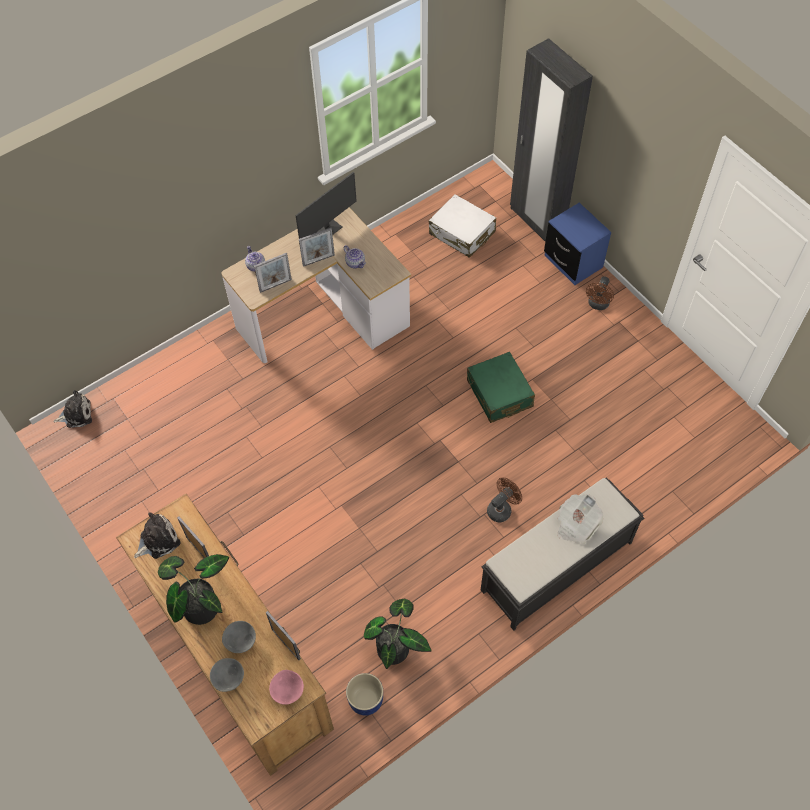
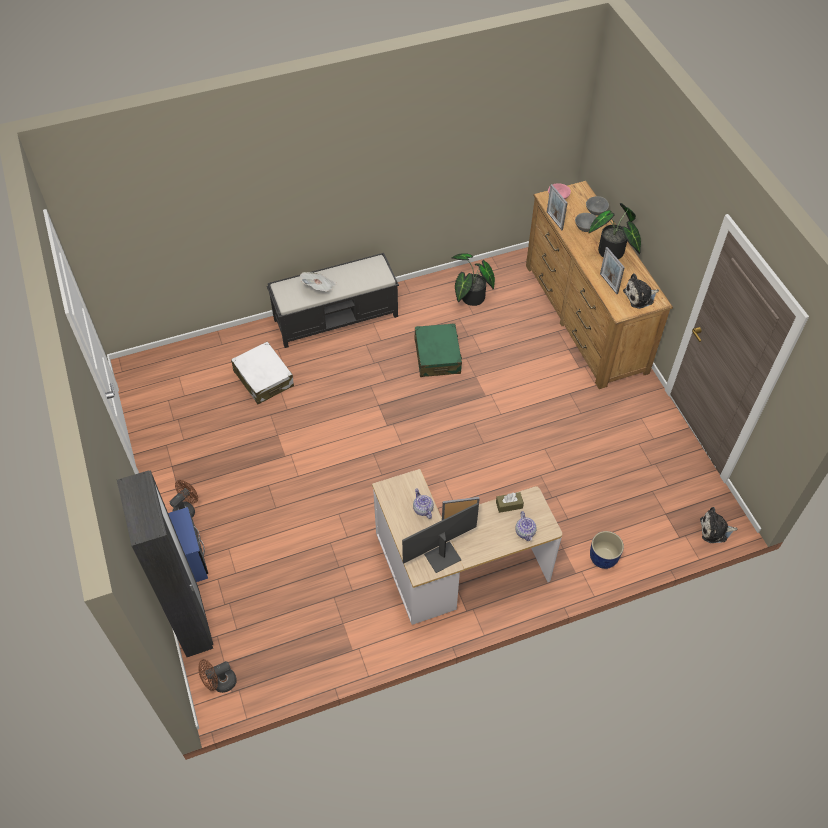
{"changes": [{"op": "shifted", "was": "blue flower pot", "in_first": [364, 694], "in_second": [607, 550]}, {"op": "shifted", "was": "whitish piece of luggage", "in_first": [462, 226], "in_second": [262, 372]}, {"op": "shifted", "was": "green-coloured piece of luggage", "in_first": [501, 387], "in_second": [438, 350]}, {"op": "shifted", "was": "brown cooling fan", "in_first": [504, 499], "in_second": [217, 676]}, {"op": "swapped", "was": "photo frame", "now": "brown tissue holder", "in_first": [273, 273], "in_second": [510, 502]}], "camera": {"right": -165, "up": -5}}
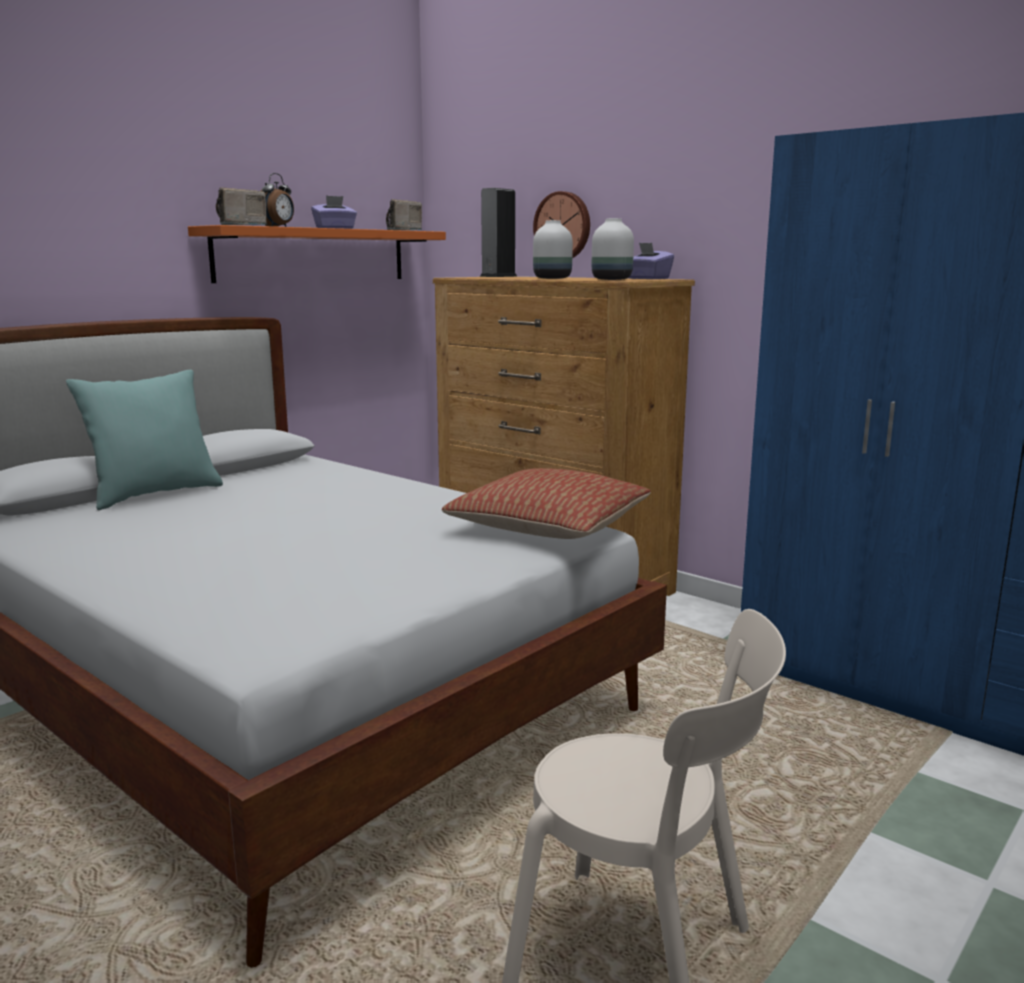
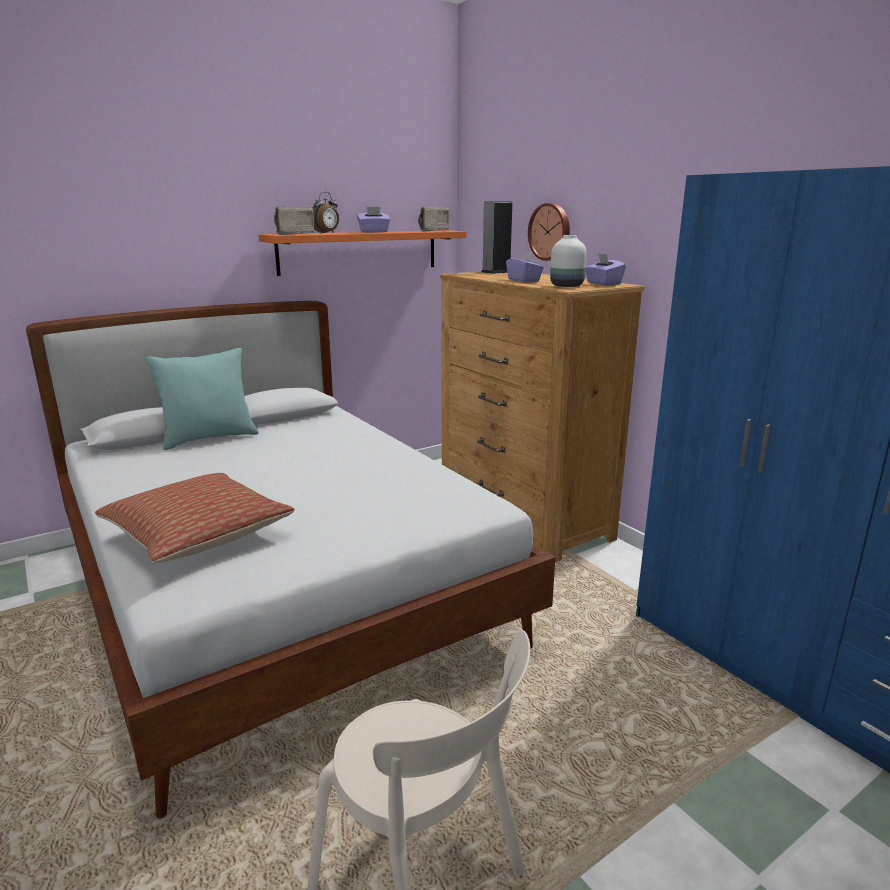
{"changes": [{"op": "shifted", "was": "pillow", "in_first": [546, 503], "in_second": [195, 518]}, {"op": "swapped", "was": "whitish flower vase", "now": "purplish tissue holder", "in_first": [553, 249], "in_second": [525, 266]}], "camera": {"right": 15, "up": 5}}
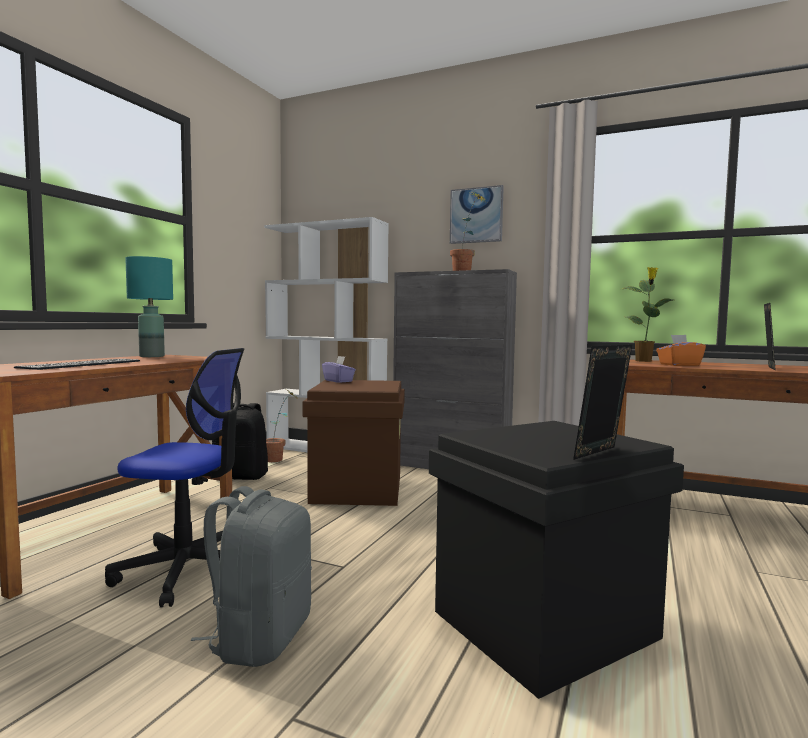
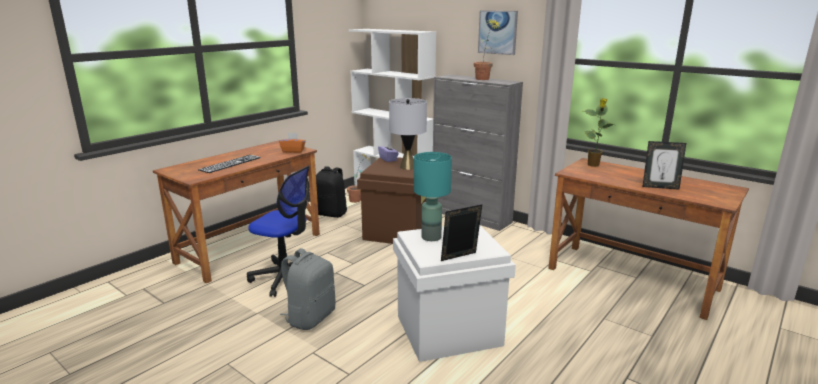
{"changes": [{"op": "new", "now": "gray tabletop lamp", "in_second": [408, 134]}, {"op": "shifted", "was": "blue-green tabletop lamp", "in_first": [149, 306], "in_second": [433, 196]}, {"op": "shifted", "was": "orange tissue holder", "in_first": [681, 350], "in_second": [292, 143]}, {"op": "repainted", "was": "black-coloured storage box", "now": "whitish storage box", "in_first": [556, 560], "in_second": [454, 294]}, {"op": "rotated", "was": "photo frame", "in_first": [770, 337], "in_second": [664, 165], "clockwise": 60}], "camera": {"right": 15, "up": 15}}
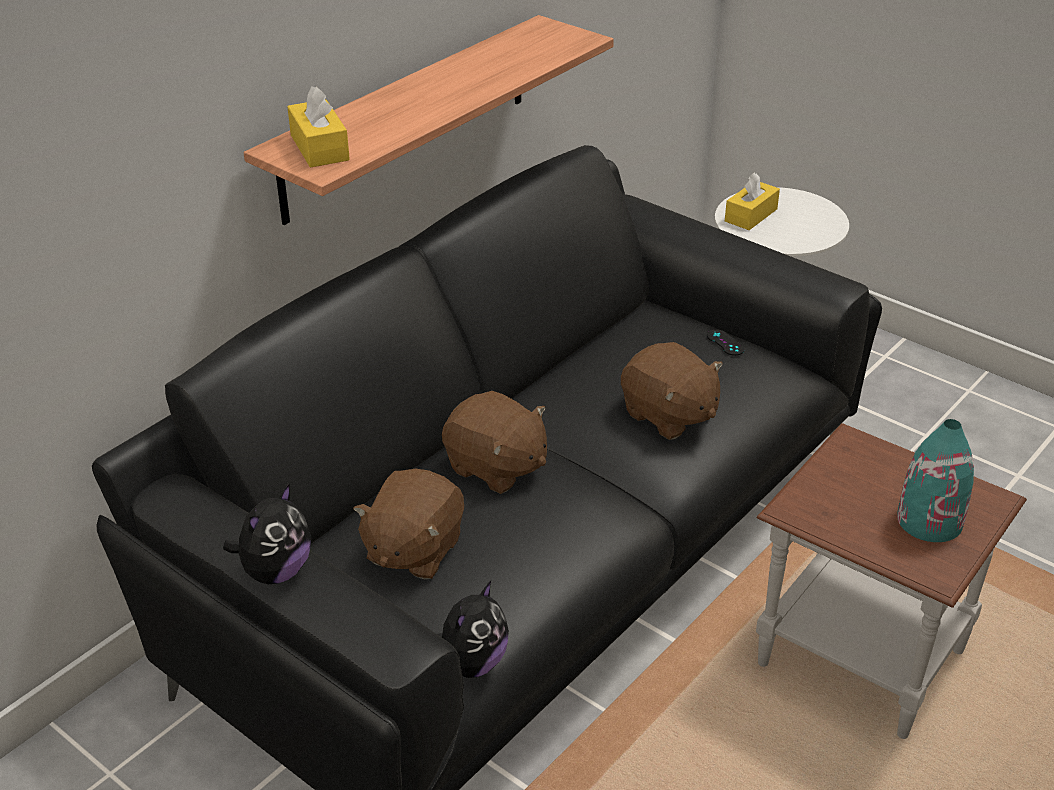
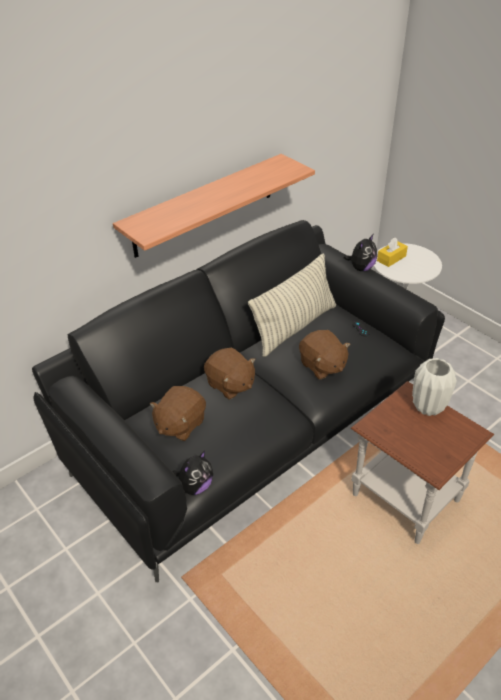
{"changes": [{"op": "gone", "was": "yellow-coloured tissue holder", "in_first": [318, 127]}, {"op": "gone", "was": "blue-green flower vase", "in_first": [935, 480]}, {"op": "new", "now": "pillow", "in_second": [292, 305]}, {"op": "new", "now": "whitish flower vase", "in_second": [434, 387]}, {"op": "shifted", "was": "soft toy", "in_first": [267, 533], "in_second": [360, 253]}], "camera": {"right": 10, "up": 5}}
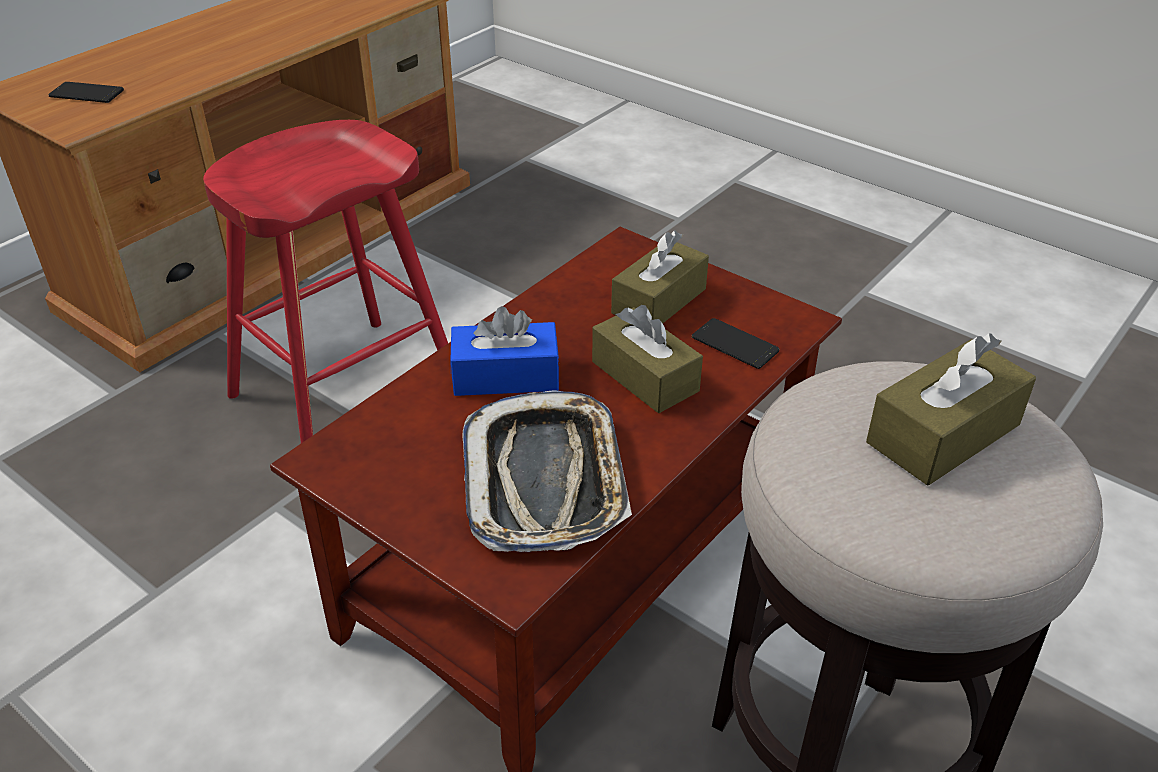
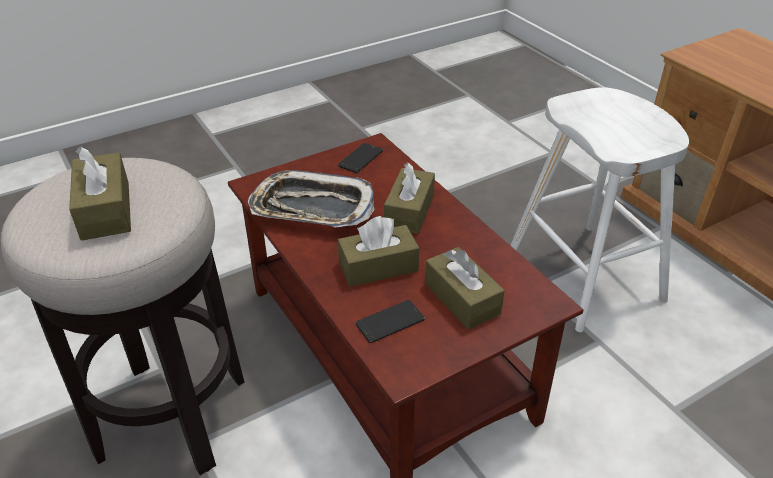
{"changes": [{"op": "shifted", "was": "handset", "in_first": [86, 92], "in_second": [360, 158]}, {"op": "repainted", "was": "red sitting stool", "now": "whitish sitting stool", "in_first": [325, 281], "in_second": [599, 209]}, {"op": "repainted", "was": "blue tissue holder", "now": "brown tissue holder", "in_first": [504, 351], "in_second": [409, 198]}], "camera": {"right": 110, "up": 0}}
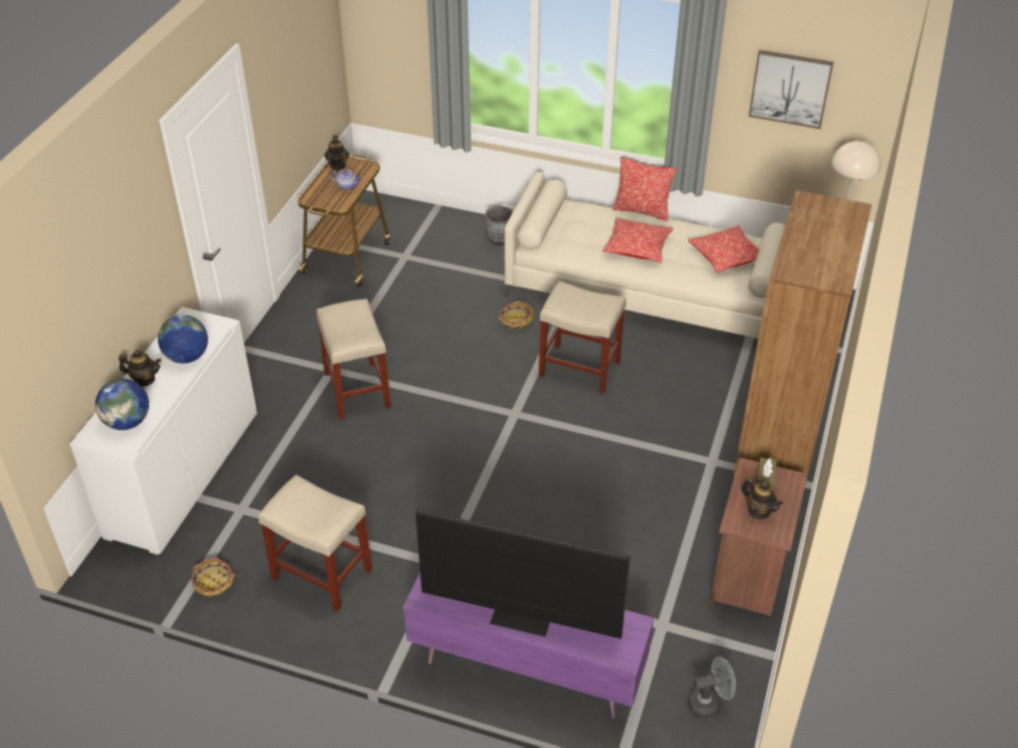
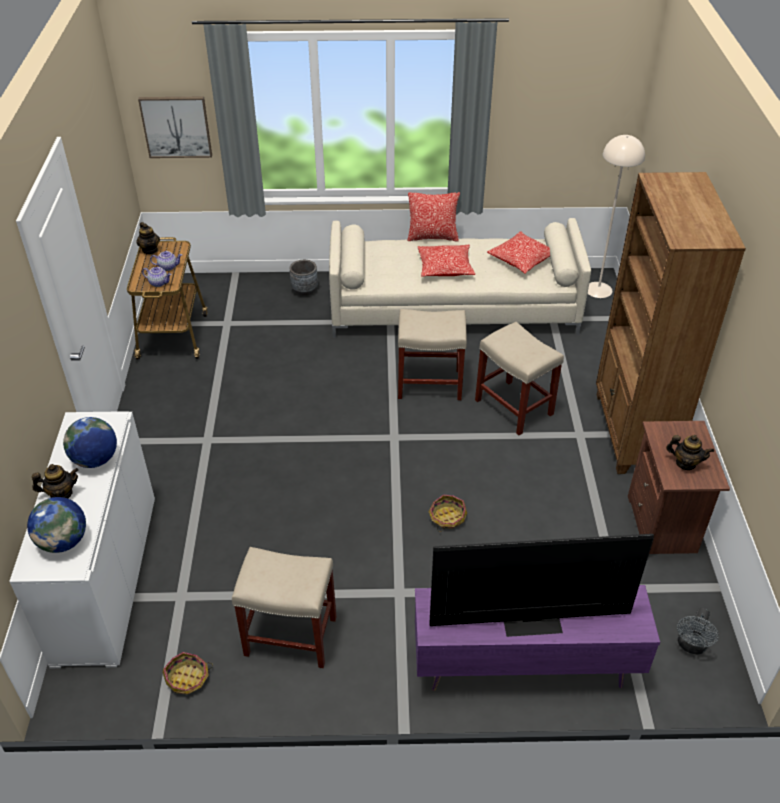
{"changes": [{"op": "gone", "was": "brown tissue holder", "in_first": [766, 472]}, {"op": "new", "now": "tea pot", "in_second": [156, 277]}, {"op": "shifted", "was": "sand-coloured sitting stool", "in_first": [353, 359], "in_second": [519, 378]}, {"op": "shifted", "was": "basket", "in_first": [516, 315], "in_second": [447, 513]}, {"op": "shifted", "was": "wall picture", "in_first": [791, 89], "in_second": [175, 127]}, {"op": "rotated", "was": "gray cooling fan", "in_first": [712, 687], "in_second": [697, 631], "clockwise": 150}], "camera": {"right": -20, "up": 0}}
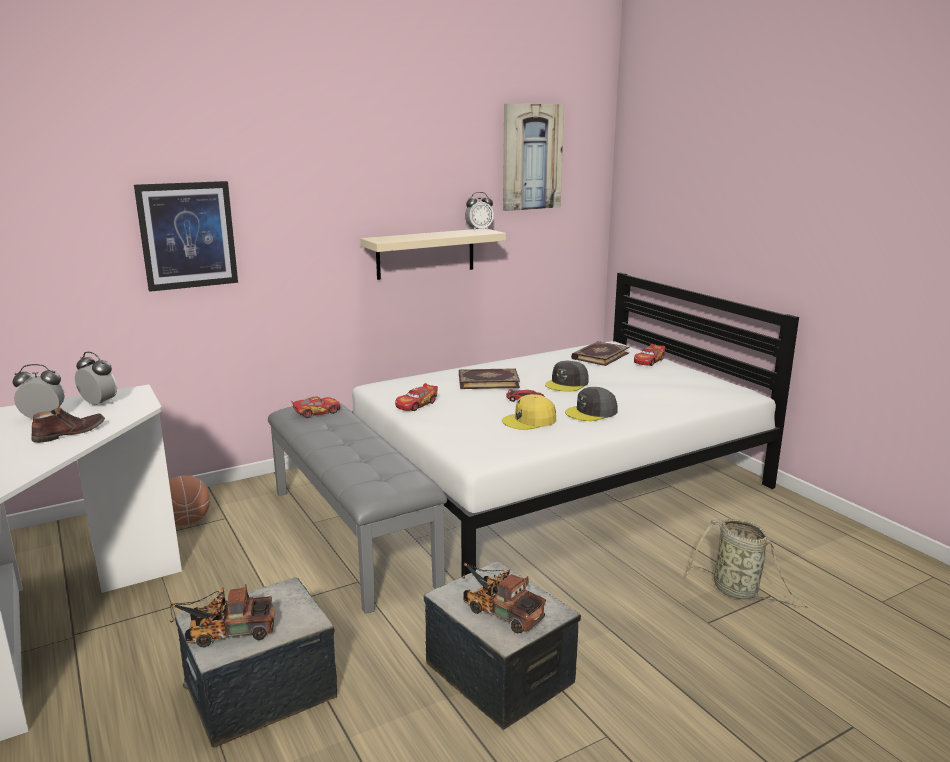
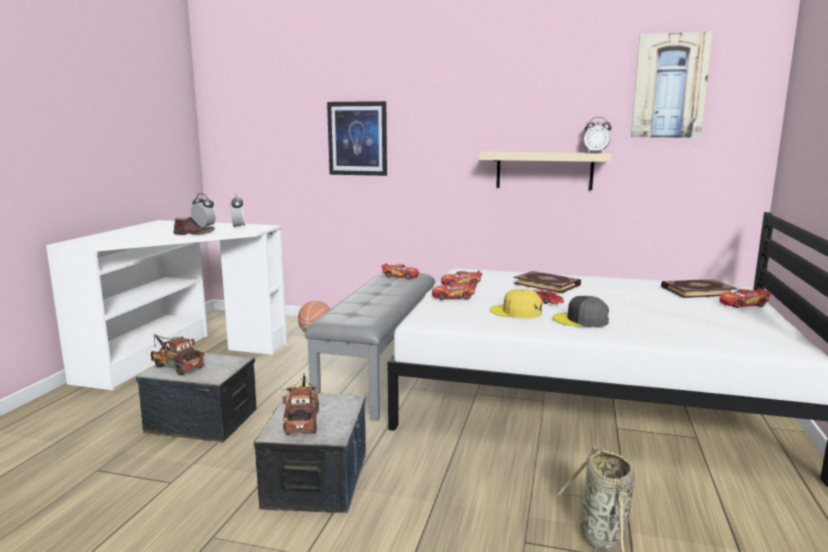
{"changes": [{"op": "gone", "was": "gray baseball cap", "in_first": [566, 376]}, {"op": "new", "now": "miniature car", "in_second": [454, 291]}], "camera": {"right": 45, "up": -5}}
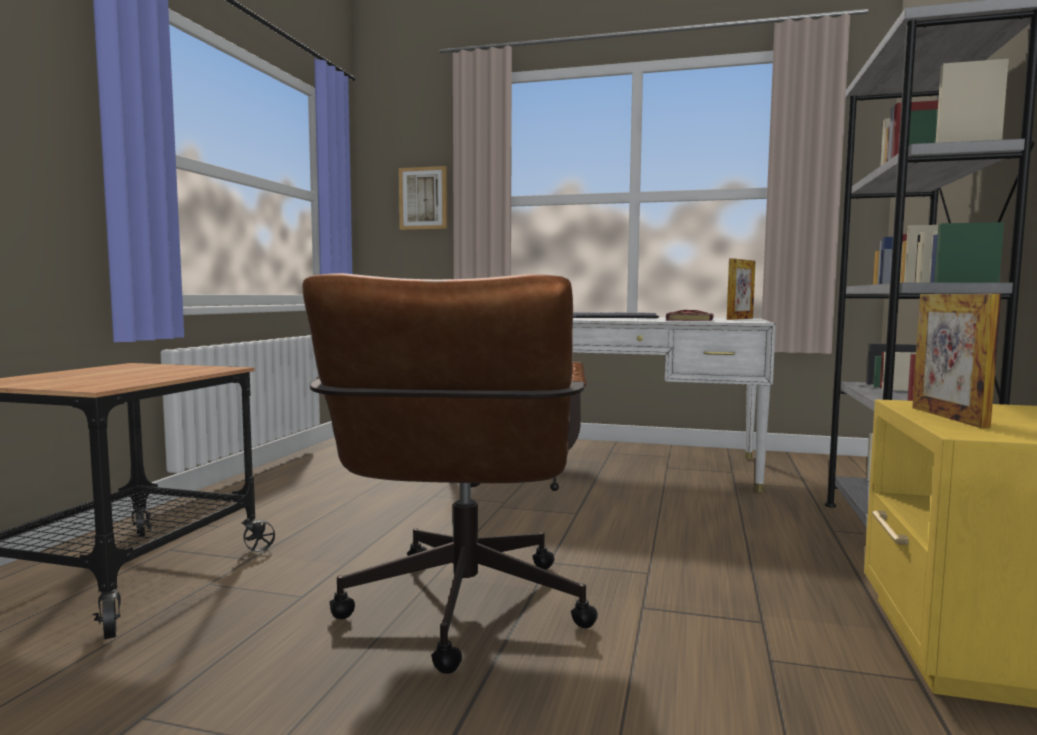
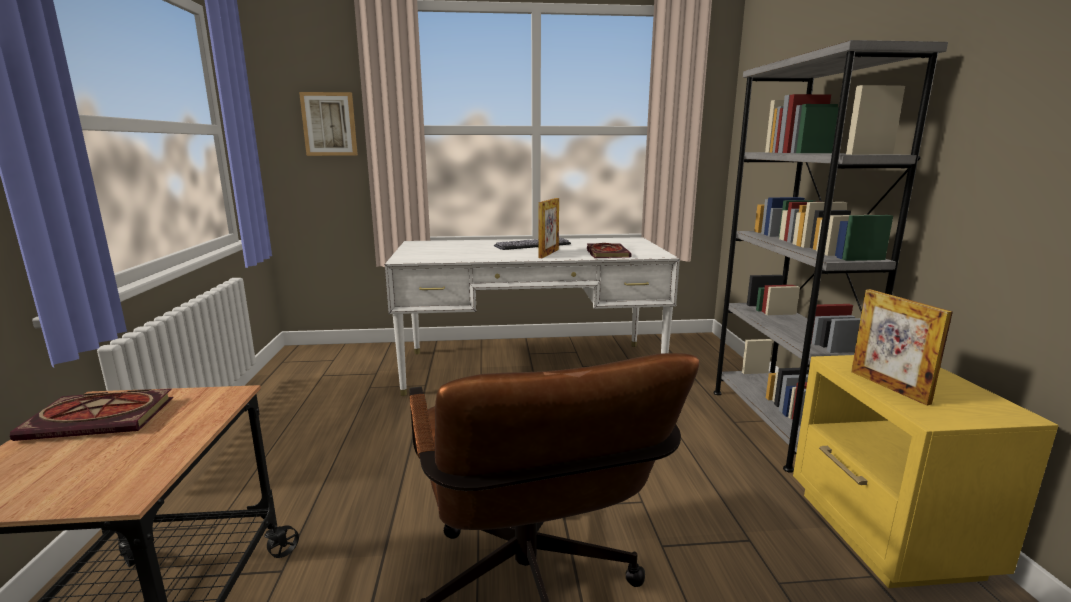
{"changes": [{"op": "new", "now": "book", "in_second": [91, 415]}, {"op": "shifted", "was": "photo frame", "in_first": [741, 289], "in_second": [548, 228]}], "camera": {"right": -20, "up": 10}}
